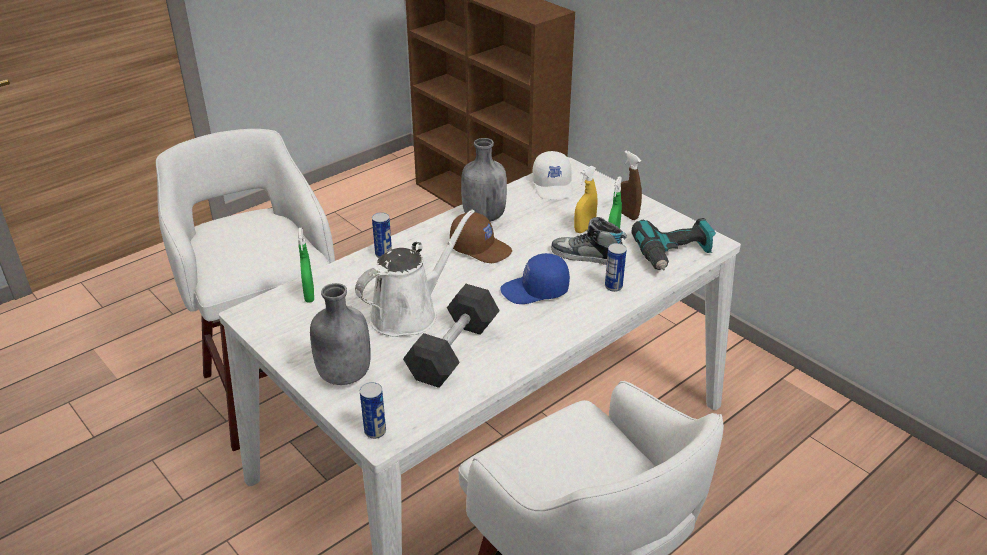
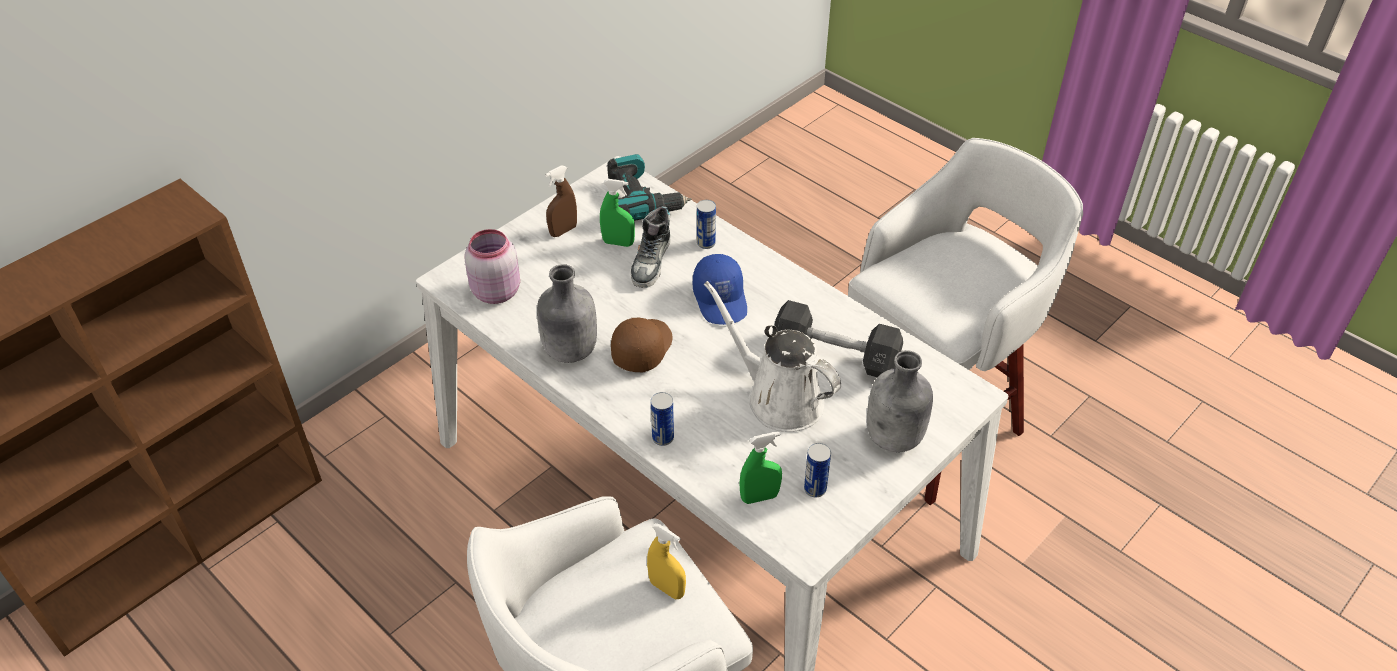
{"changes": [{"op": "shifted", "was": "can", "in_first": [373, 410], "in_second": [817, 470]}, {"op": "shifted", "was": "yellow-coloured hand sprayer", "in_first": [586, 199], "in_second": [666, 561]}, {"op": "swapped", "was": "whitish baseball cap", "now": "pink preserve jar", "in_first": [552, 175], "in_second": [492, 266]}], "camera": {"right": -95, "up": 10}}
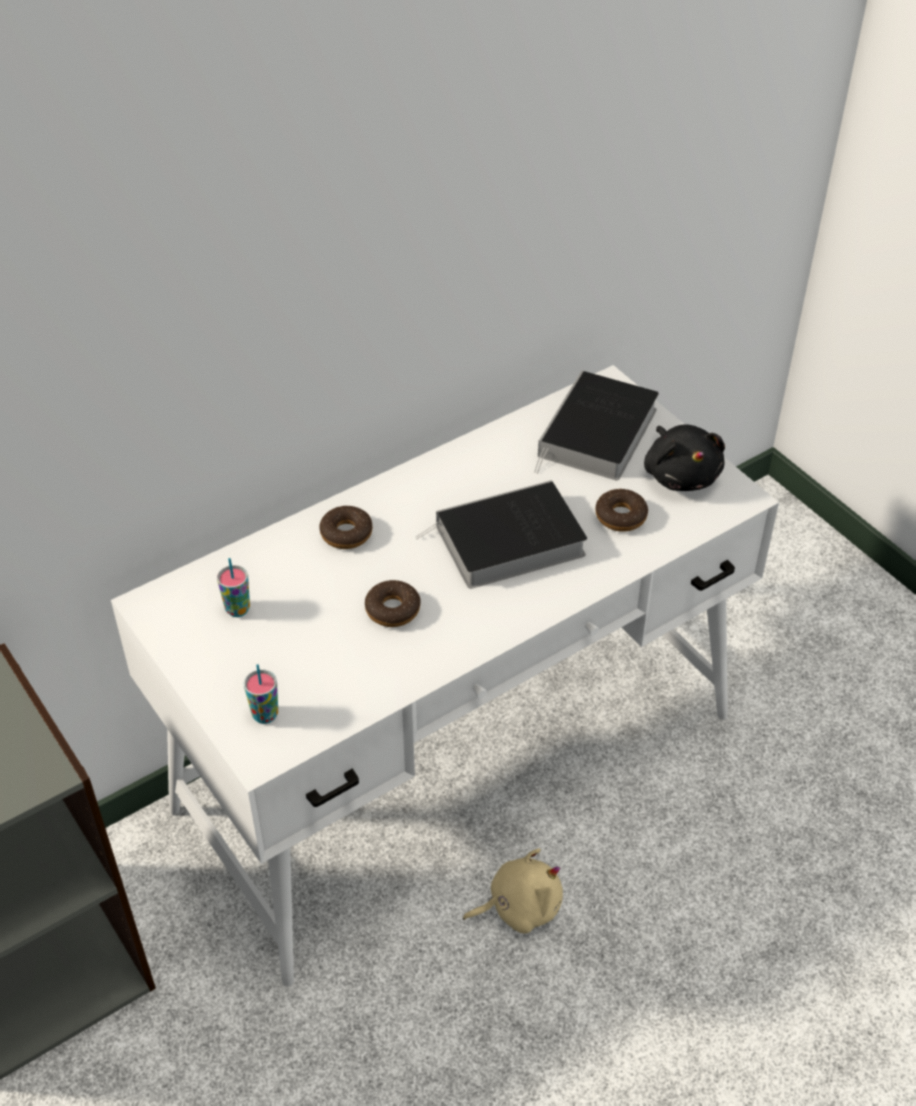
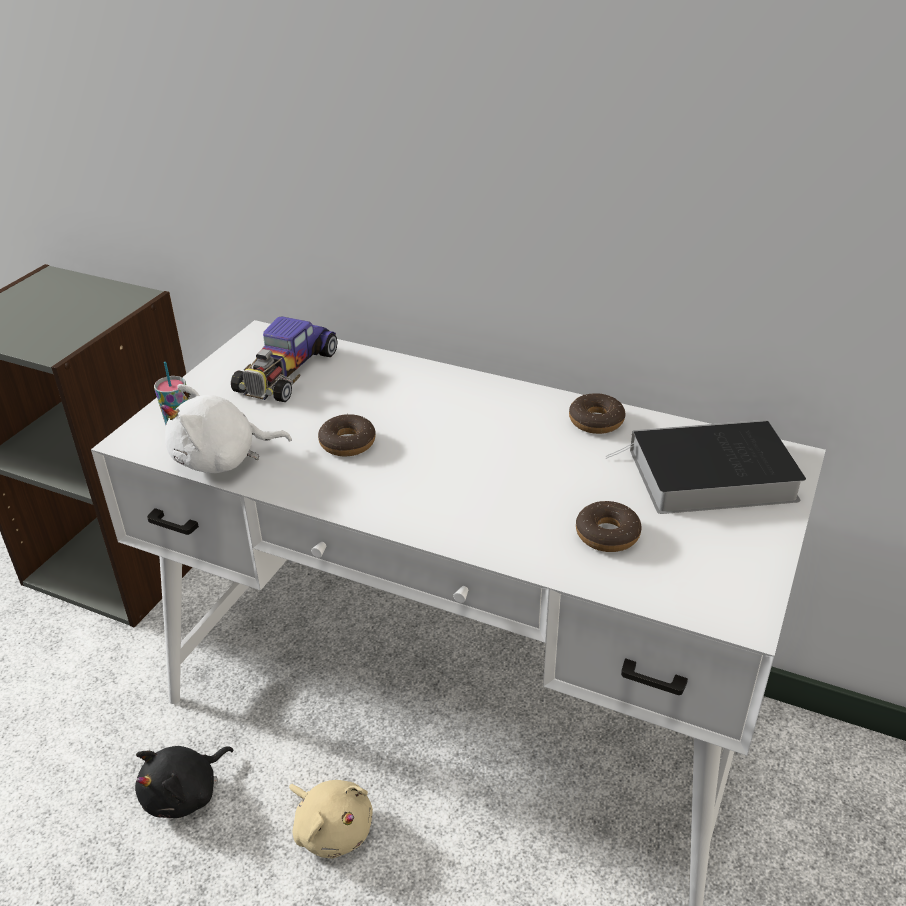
{"changes": [{"op": "gone", "was": "book", "in_first": [501, 534]}, {"op": "new", "now": "whitish soft toy", "in_second": [226, 428]}, {"op": "shifted", "was": "donut", "in_first": [345, 527], "in_second": [597, 413]}, {"op": "shifted", "was": "black-coloured soft toy", "in_first": [684, 457], "in_second": [184, 782]}, {"op": "swapped", "was": "drinking cup", "now": "miniature car", "in_first": [233, 587], "in_second": [284, 359]}], "camera": {"right": 60, "up": -10}}
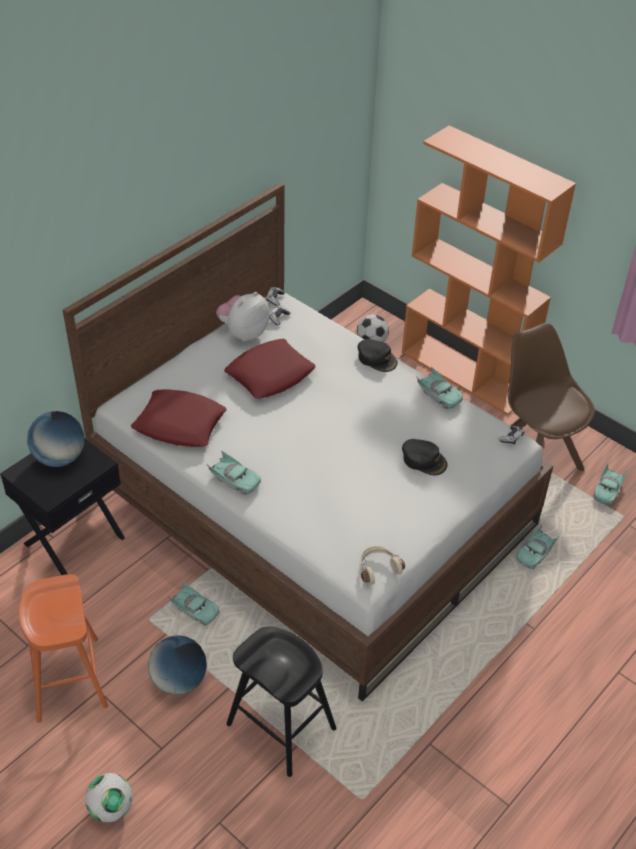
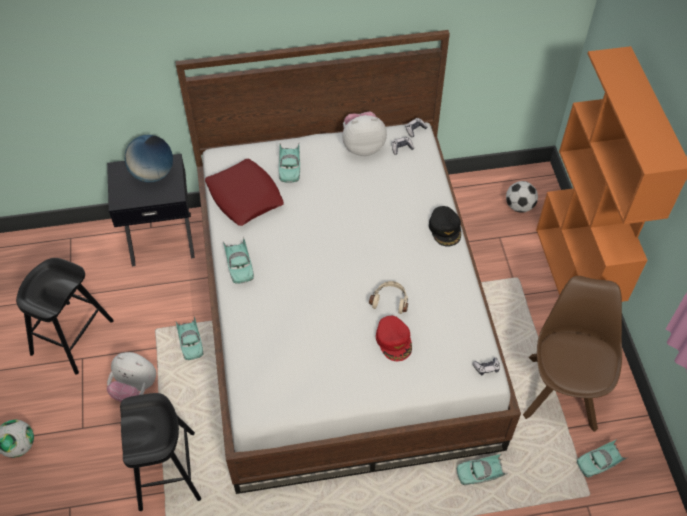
{"changes": [{"op": "gone", "was": "red pillow", "in_first": [270, 369]}, {"op": "shifted", "was": "sand-coloured pair of headphones", "in_first": [382, 565], "in_second": [388, 297]}, {"op": "shifted", "was": "blue-green miniature car", "in_first": [439, 388], "in_second": [289, 163]}, {"op": "swapped", "was": "world globe", "now": "soft toy", "in_first": [177, 665], "in_second": [131, 377]}, {"op": "repainted", "was": "orange sitting stool", "now": "black-coloured sitting stool", "in_first": [63, 648], "in_second": [65, 316]}, {"op": "repainted", "was": "black-coloured baseball cap", "now": "red baseball cap", "in_first": [424, 457], "in_second": [394, 338]}], "camera": {"right": 40, "up": 10}}
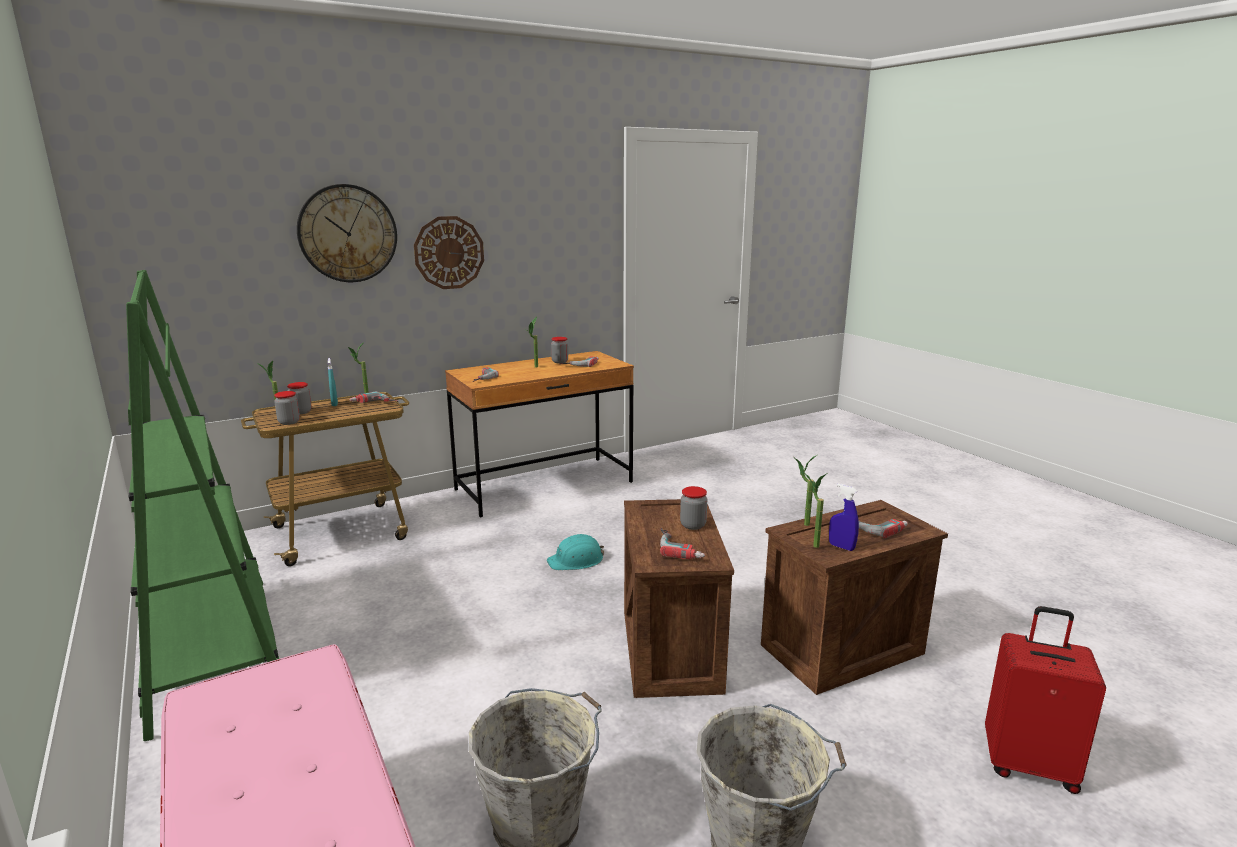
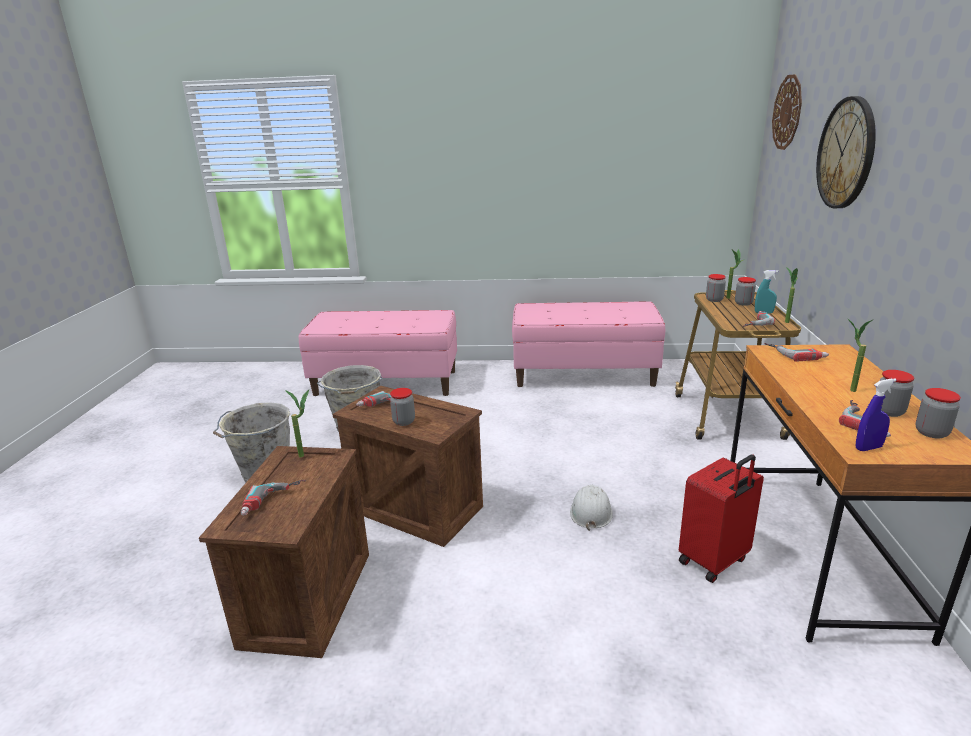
{"changes": [{"op": "gone", "was": "houseplant", "in_first": [805, 490]}, {"op": "new", "now": "preserve jar", "in_second": [938, 413]}, {"op": "shifted", "was": "hanging clock", "in_first": [449, 252], "in_second": [787, 112]}, {"op": "shifted", "was": "blue hand sprayer", "in_first": [844, 517], "in_second": [876, 414]}, {"op": "shifted", "was": "red piece of luggage", "in_first": [1045, 700], "in_second": [721, 519]}, {"op": "swapped", "was": "green-coloured bookshelf", "now": "pink bench", "in_first": [202, 505], "in_second": [588, 344]}, {"op": "repainted", "was": "blue-green safety helmet", "now": "whitish safety helmet", "in_first": [575, 552], "in_second": [591, 508]}], "camera": {"right": 125, "up": 5}}
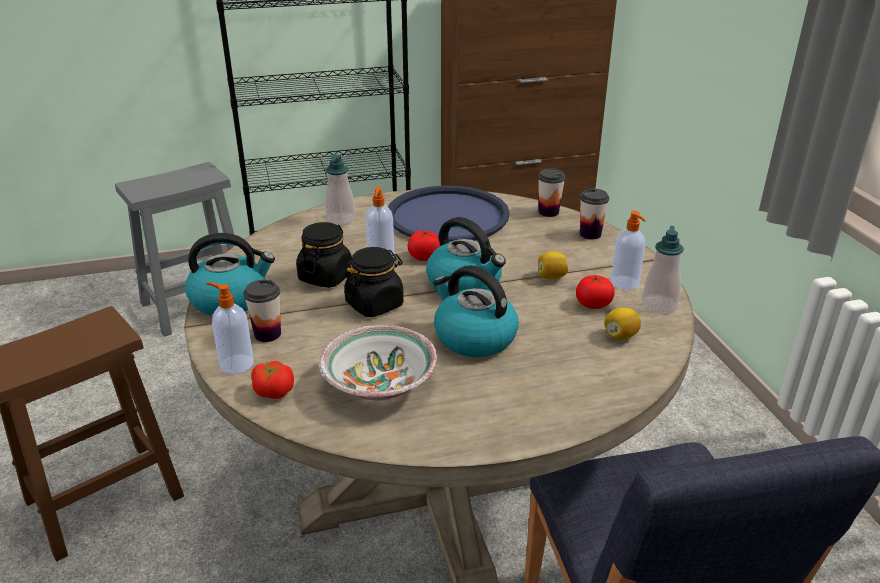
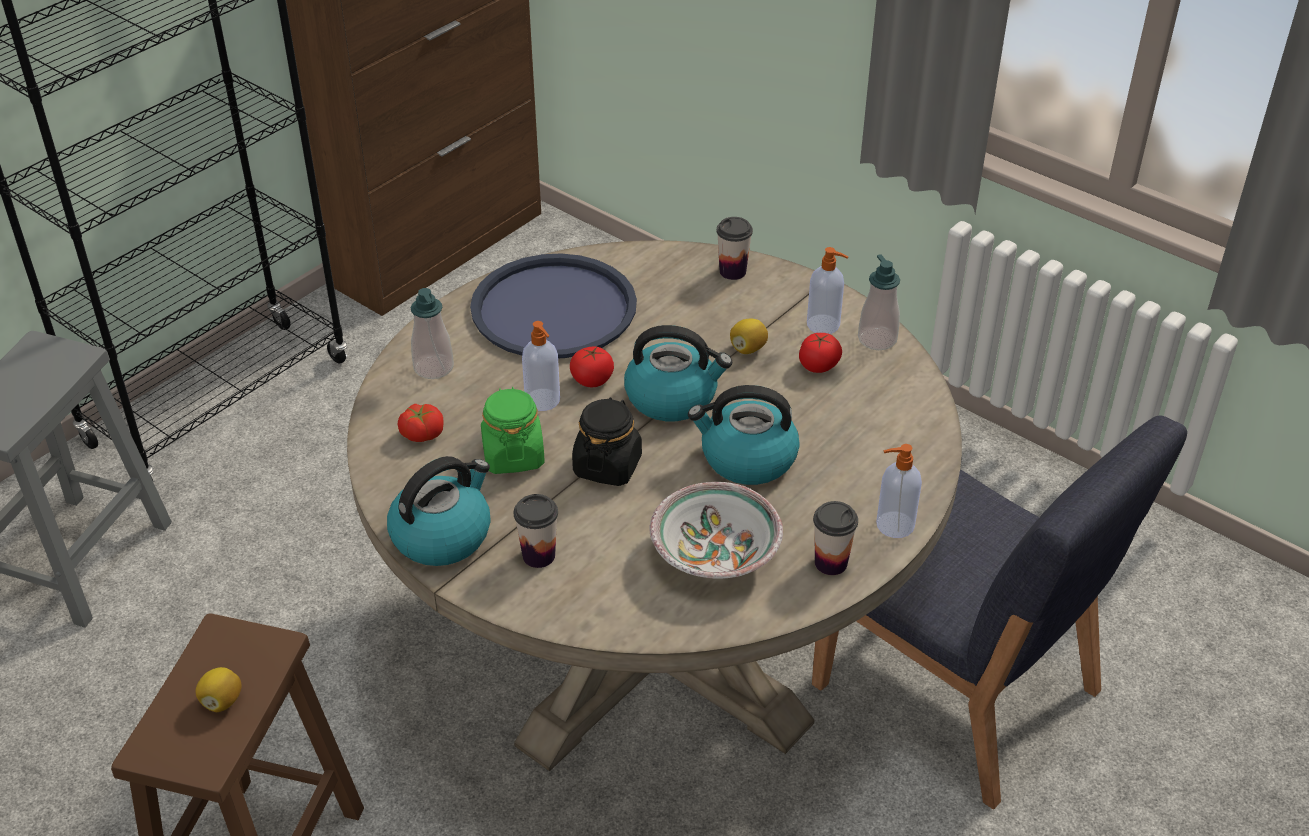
{"changes": [{"op": "shifted", "was": "liquid soap bottle", "in_first": [230, 328], "in_second": [899, 491]}, {"op": "shifted", "was": "fresh tomato", "in_first": [272, 380], "in_second": [421, 422]}, {"op": "shifted", "was": "drinking cup", "in_first": [551, 192], "in_second": [835, 538]}, {"op": "shifted", "was": "lemon", "in_first": [623, 324], "in_second": [218, 689]}, {"op": "repainted", "was": "black-coloured preserve jar", "now": "green-coloured preserve jar", "in_first": [324, 255], "in_second": [513, 430]}], "camera": {"right": -35, "up": 10}}
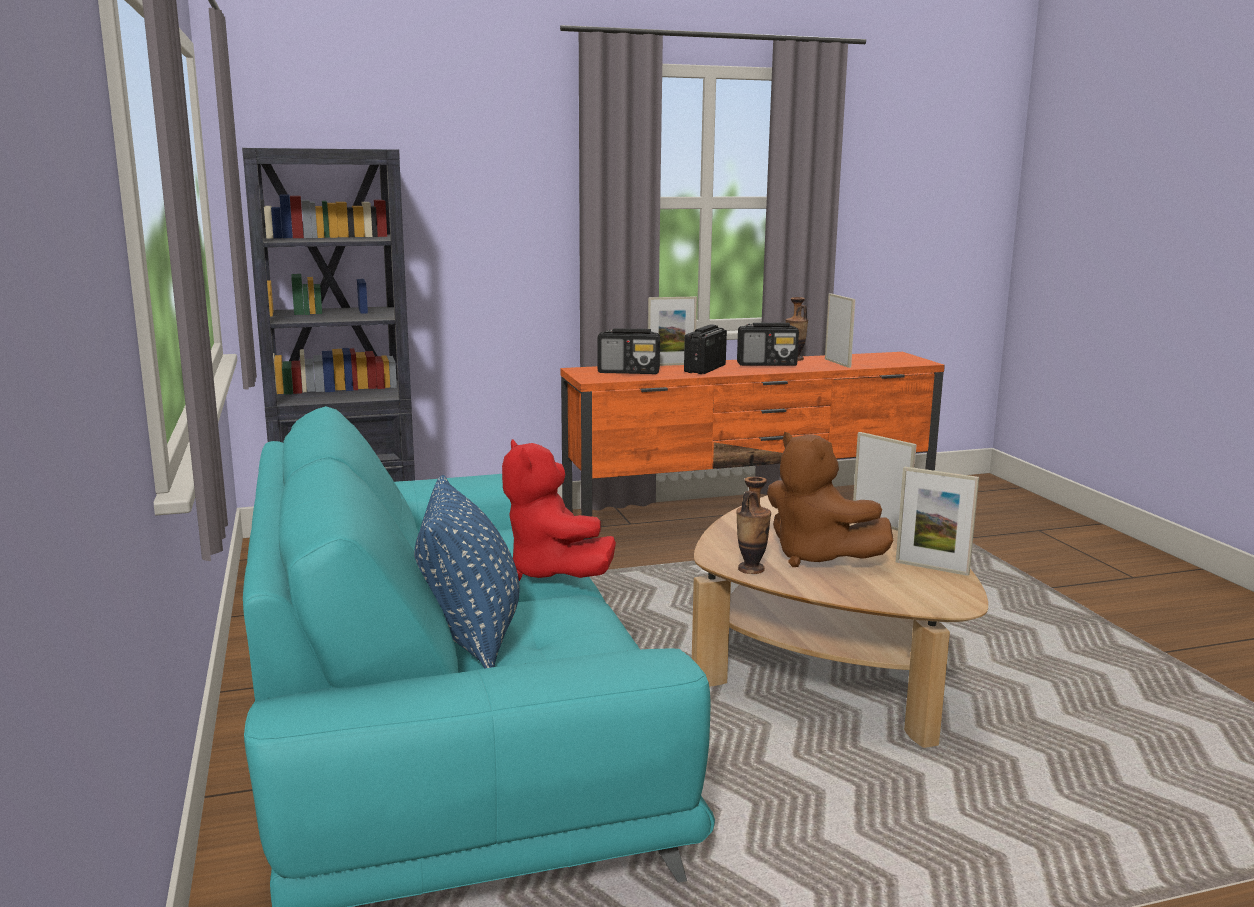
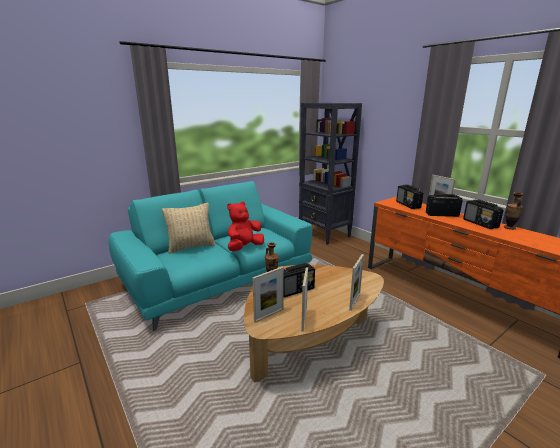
{"changes": [{"op": "shifted", "was": "photo frame", "in_first": [840, 331], "in_second": [268, 295]}, {"op": "swapped", "was": "brown soft toy", "now": "radio set", "in_first": [830, 499], "in_second": [299, 280]}, {"op": "repainted", "was": "blue pillow", "now": "sand-coloured pillow", "in_first": [467, 572], "in_second": [188, 228]}], "camera": {"right": 70, "up": 5}}
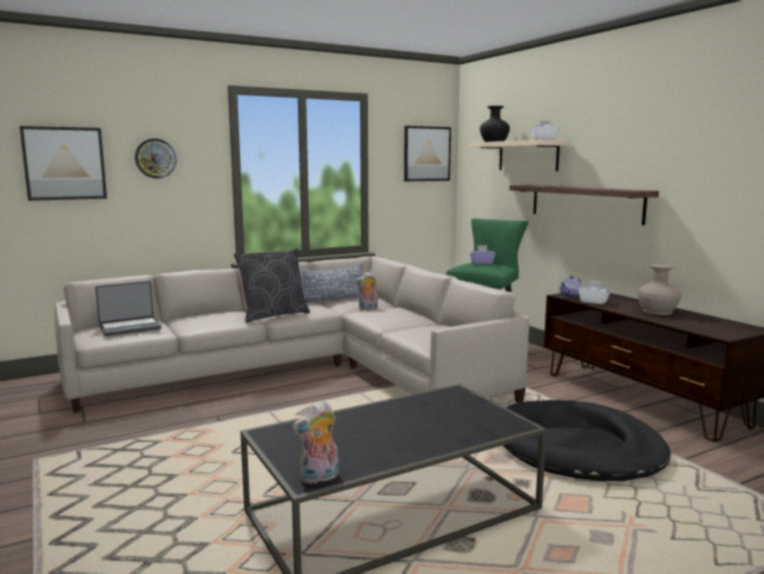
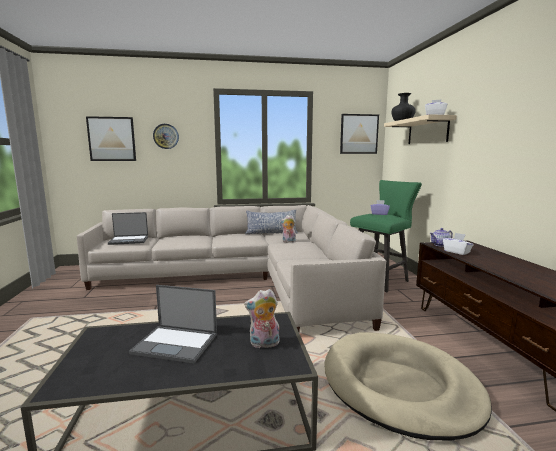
{"changes": [{"op": "gone", "was": "gray pillow", "in_first": [272, 285]}, {"op": "gone", "was": "shelf", "in_first": [584, 205]}, {"op": "gone", "was": "sand-coloured flower vase", "in_first": [659, 289]}, {"op": "new", "now": "laptop", "in_second": [173, 324]}, {"op": "shifted", "was": "soft toy", "in_first": [315, 443], "in_second": [262, 318]}, {"op": "repainted", "was": "black-coloured pet bed", "now": "sand-coloured pet bed", "in_first": [587, 440], "in_second": [408, 386]}], "camera": {"right": 20, "up": 0}}
